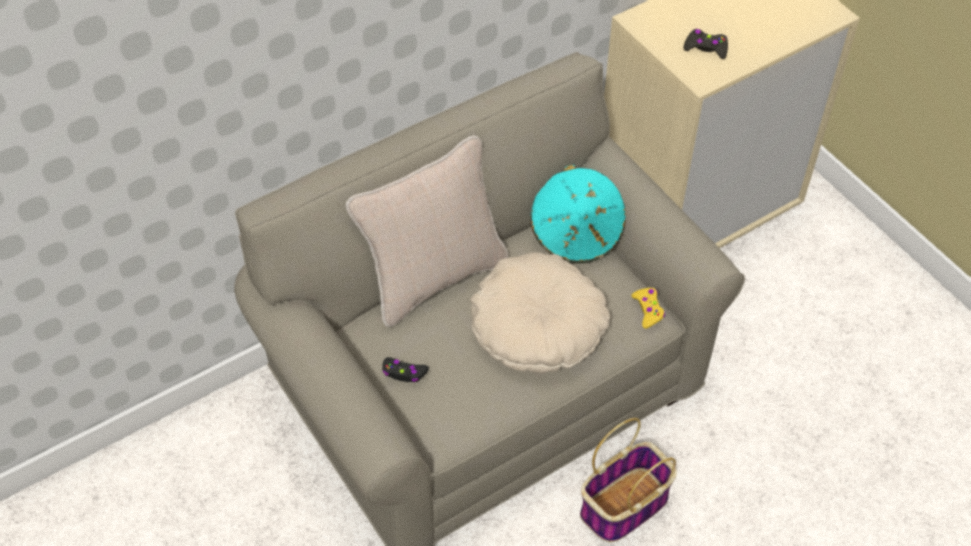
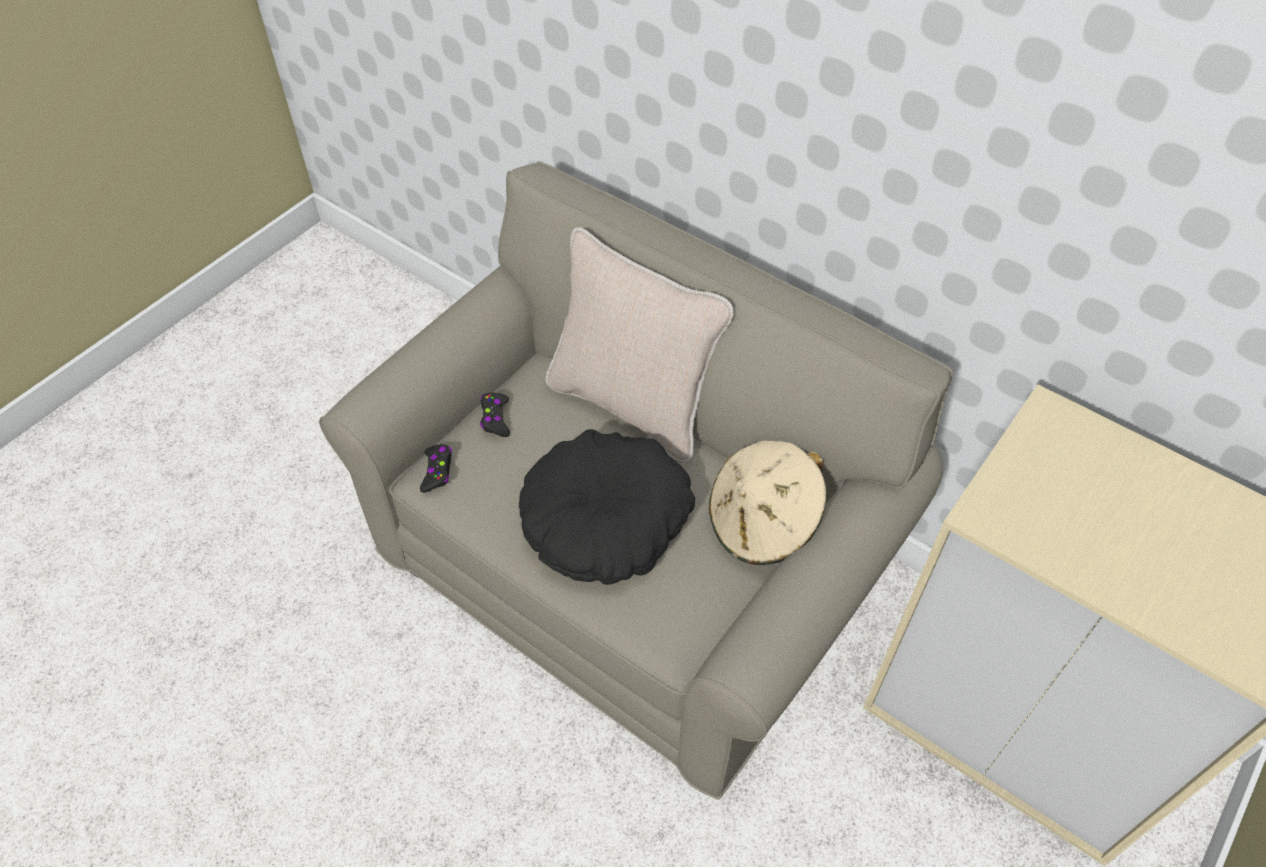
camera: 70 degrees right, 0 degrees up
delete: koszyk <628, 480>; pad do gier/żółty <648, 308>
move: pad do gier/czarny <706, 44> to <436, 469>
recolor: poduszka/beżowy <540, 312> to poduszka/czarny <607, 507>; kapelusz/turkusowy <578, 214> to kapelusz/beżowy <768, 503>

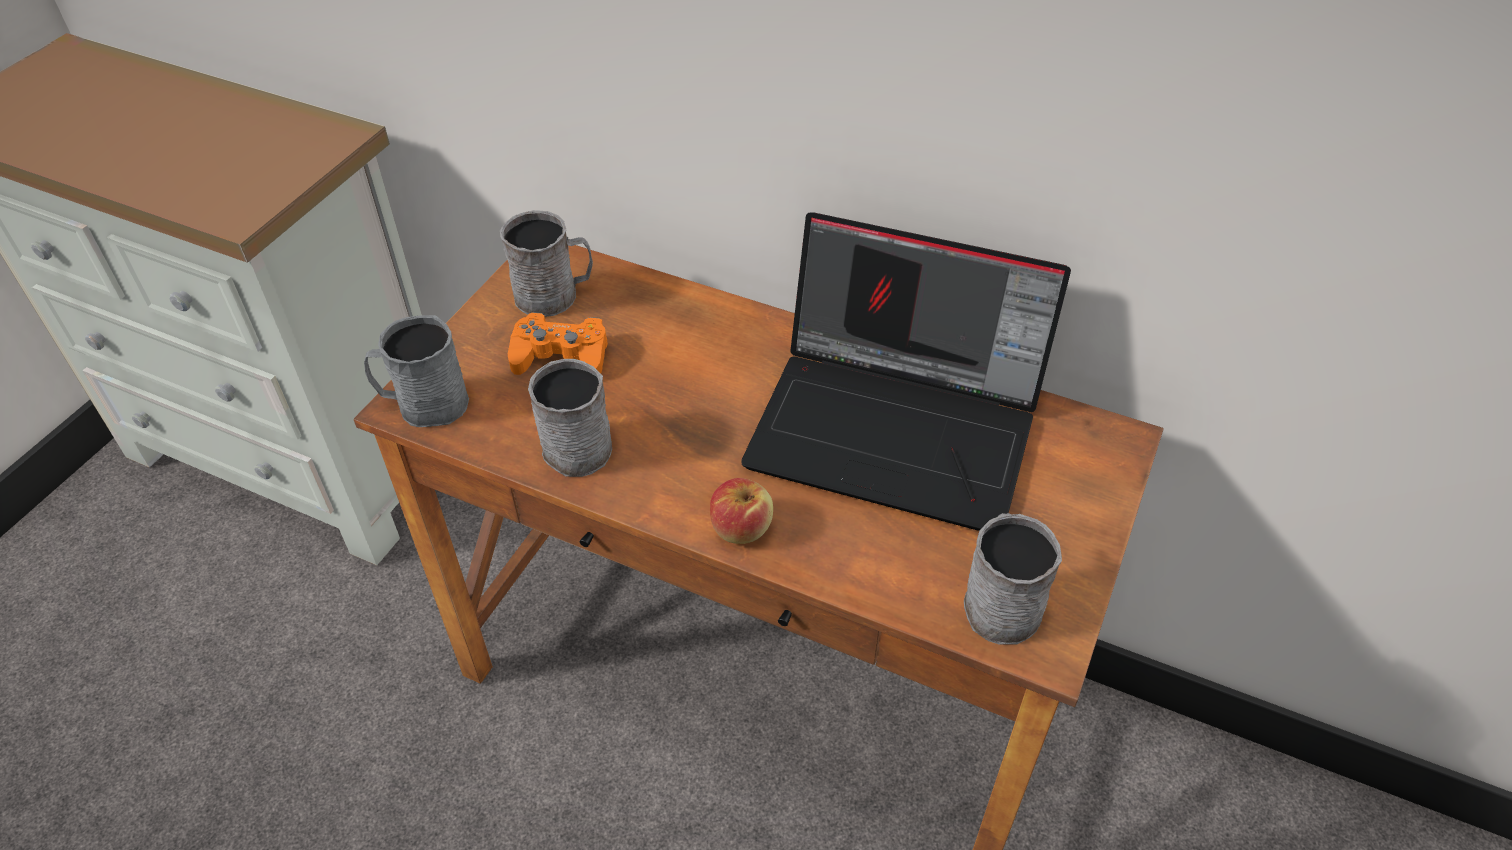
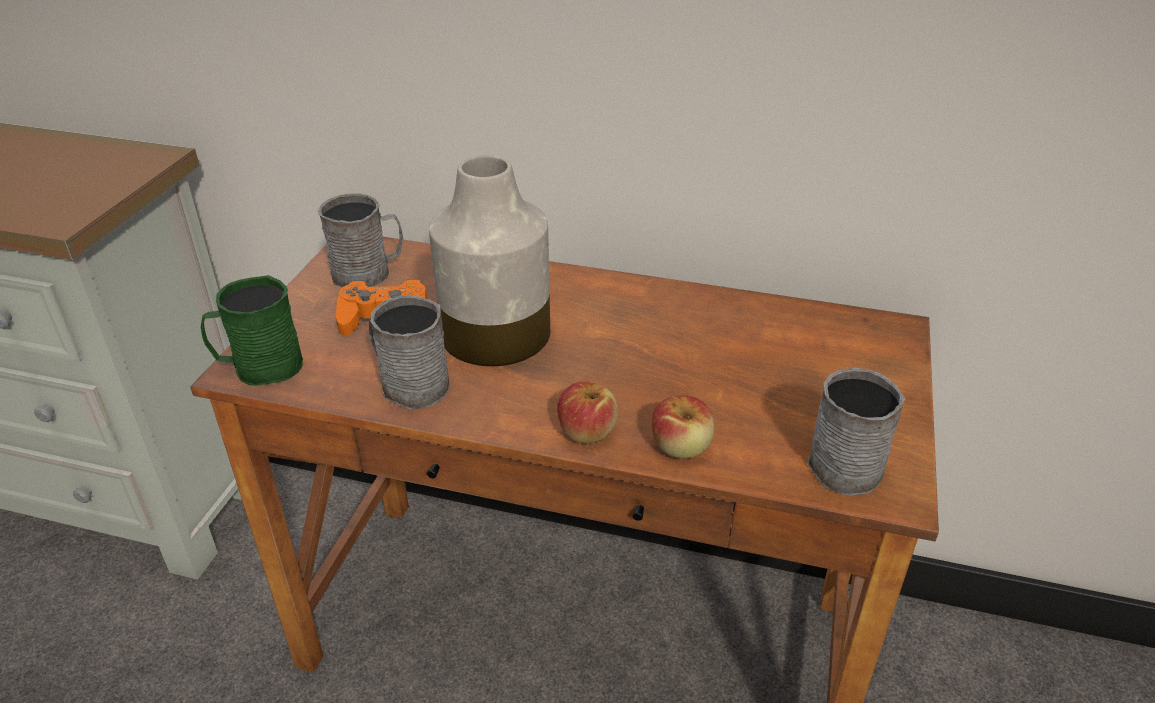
camera: 10 degrees left, 10 degrees down
delete: laptop <906, 371>
insert: wazon/beżowy <489, 260>; jabłko <683, 427>
recolor: kubek/szary <416, 371> to kubek/zielony <252, 330>

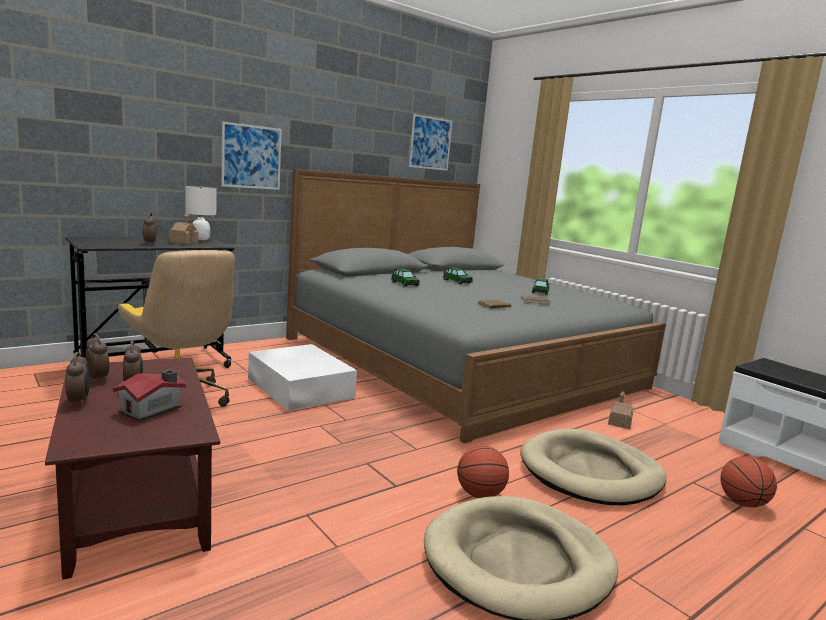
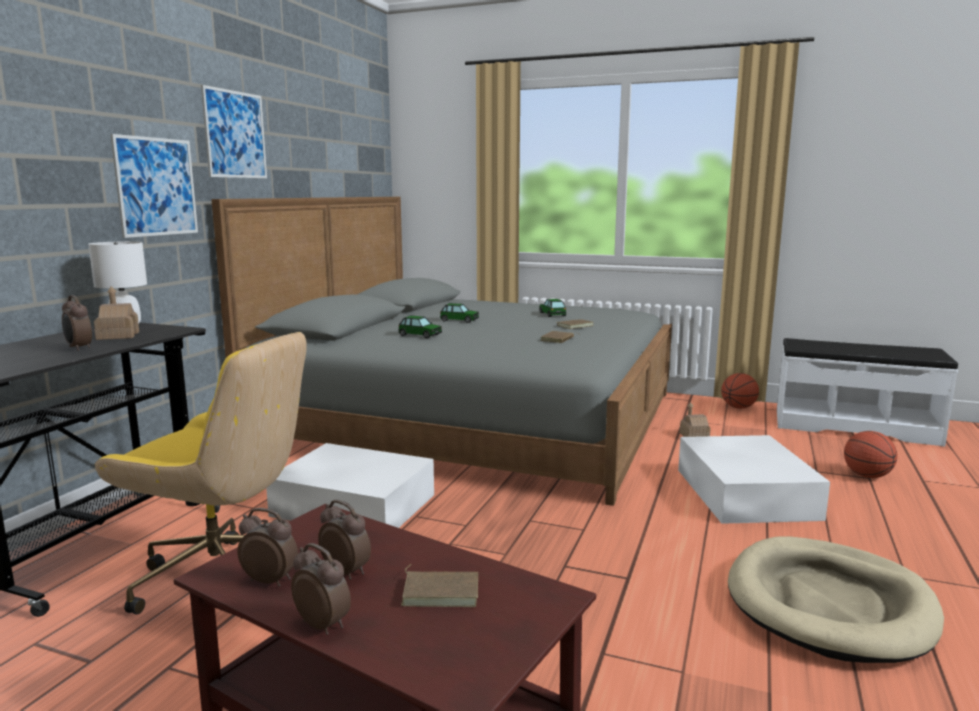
camera: 30 degrees left, 0 degrees up
move: obraz <430, 142> to <234, 131>; piłka do koszykówki <483, 471> to <740, 391>
replace: domek <149, 396> to książka/brązowy <439, 585>; legowisko/beżowy <593, 467> to pojemnik do przechowywania/biały <754, 479>

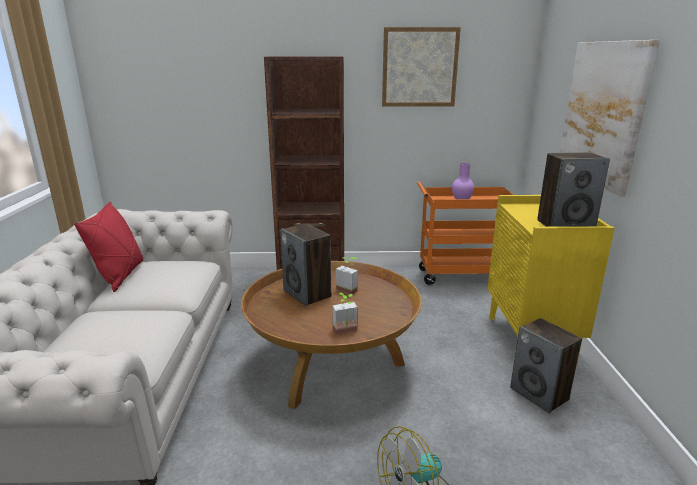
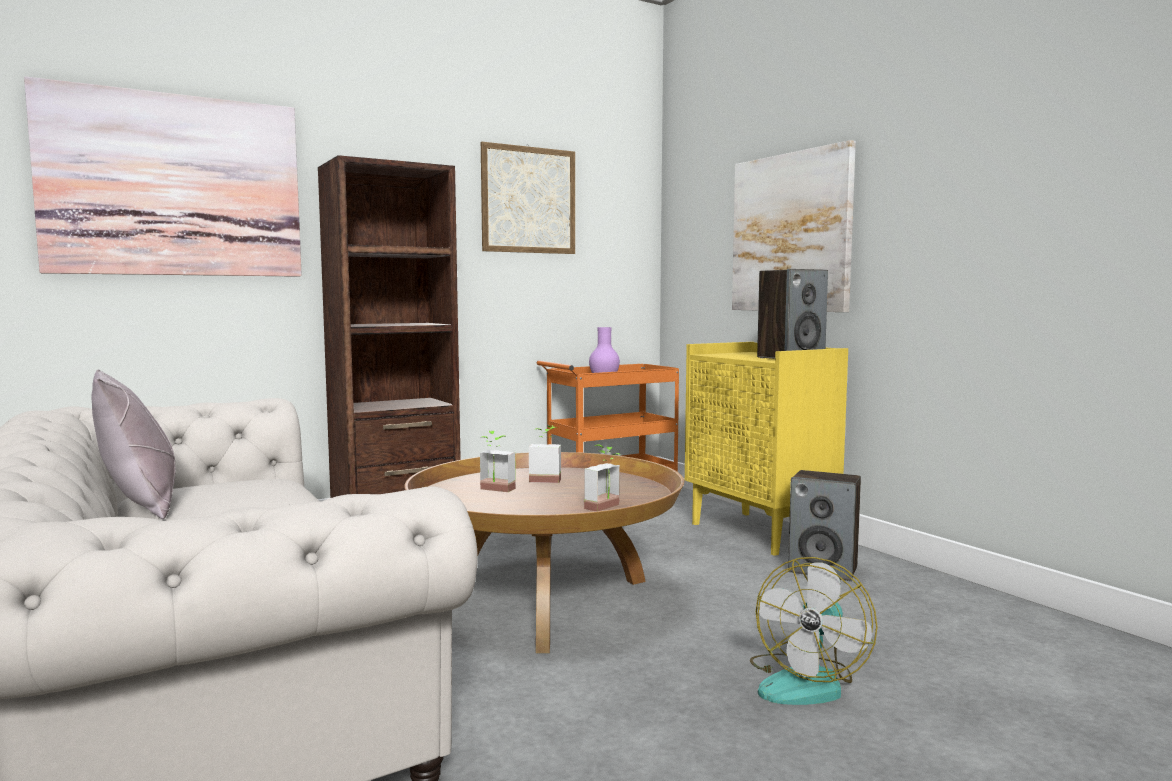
camera: 30 degrees left, 15 degrees down
insert: obraz <163, 176>
replace: głośnik <305, 264> to roślina doniczkowa <498, 461>
recolor: poduszka/czerwony <108, 247> to poduszka/fioletowy <134, 444>

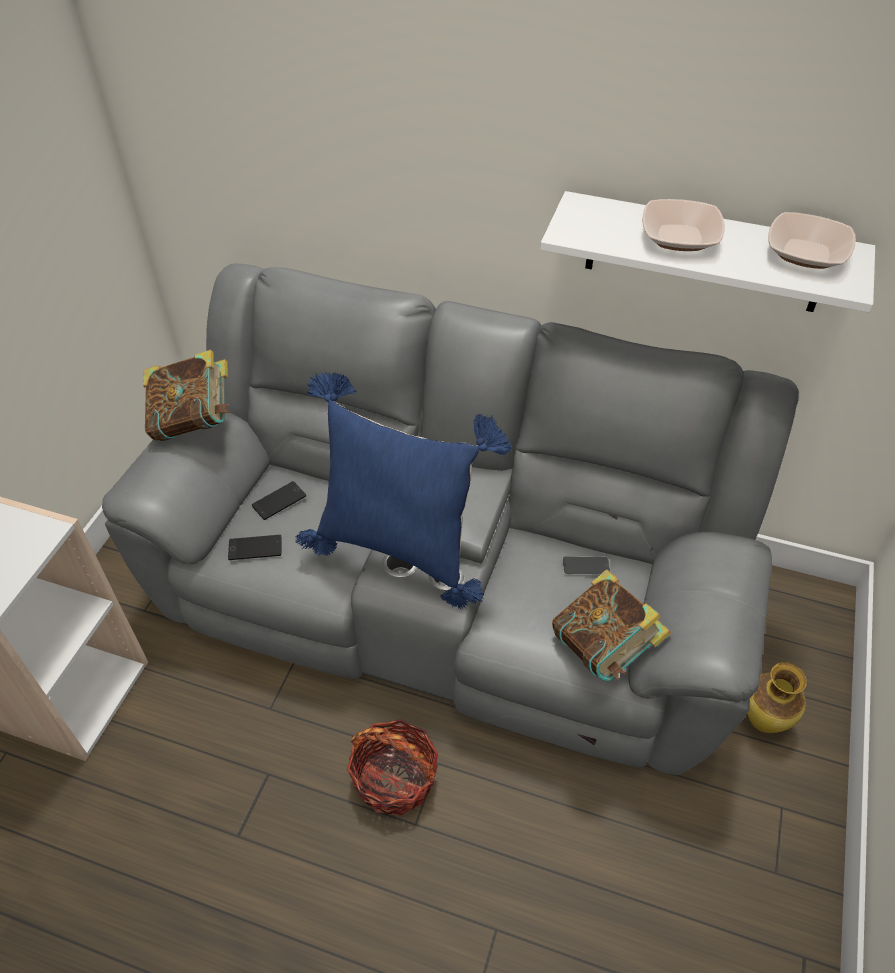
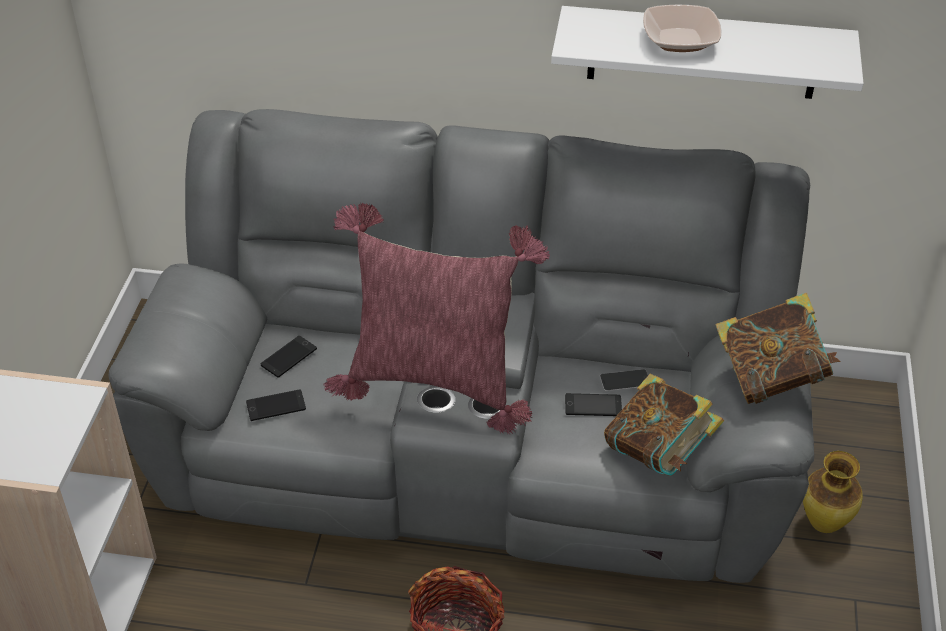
camera: 10 degrees left, 5 degrees down
delete: miska <812, 240>
insert: telefon <593, 404>
move: książka <186, 395> to <778, 348>
recolor: poduszka/niebieski <403, 490> to poduszka/czerwony <436, 318>

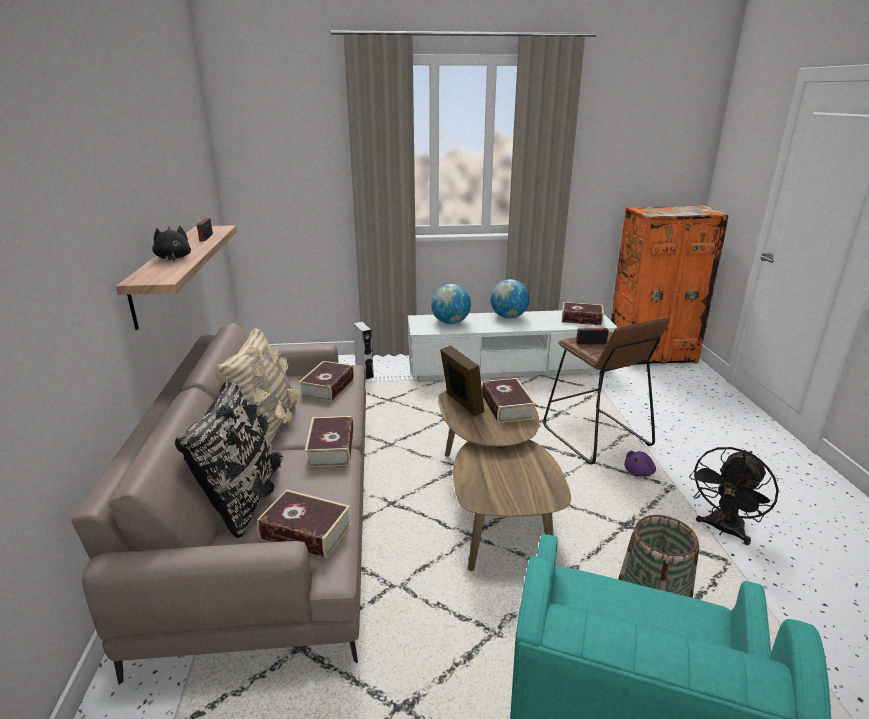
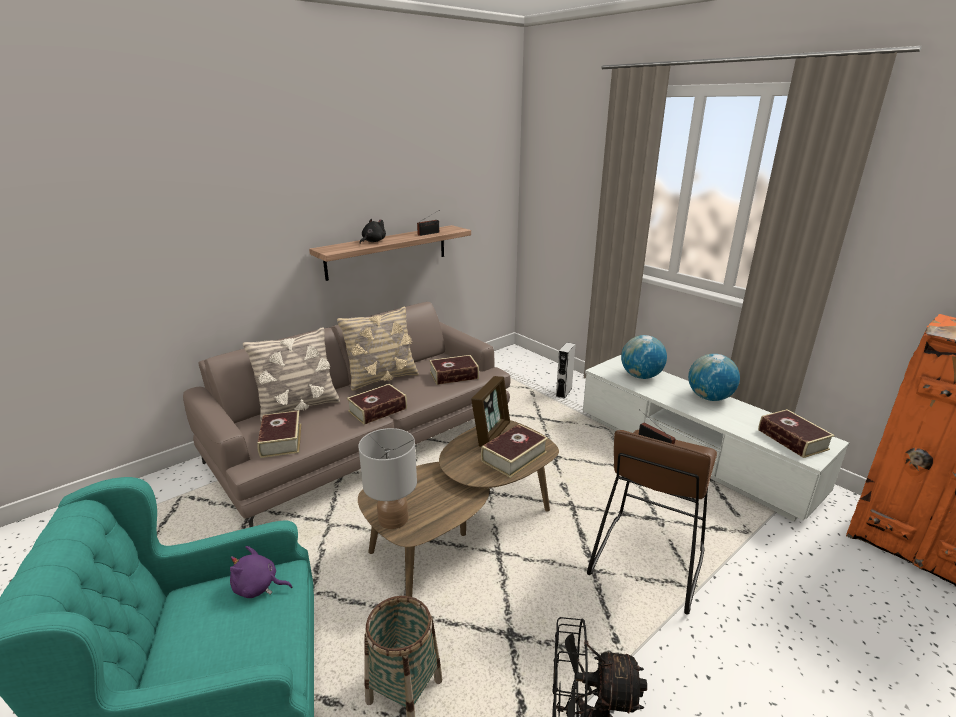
camera: 55 degrees right, 0 degrees up
insert: lampa stołowa/szary <387, 478>
move: pluszak/fioletowy <640, 464> to <261, 572>
recolor: poduszka/czarny <229, 459> to poduszka/beżowy <291, 374>

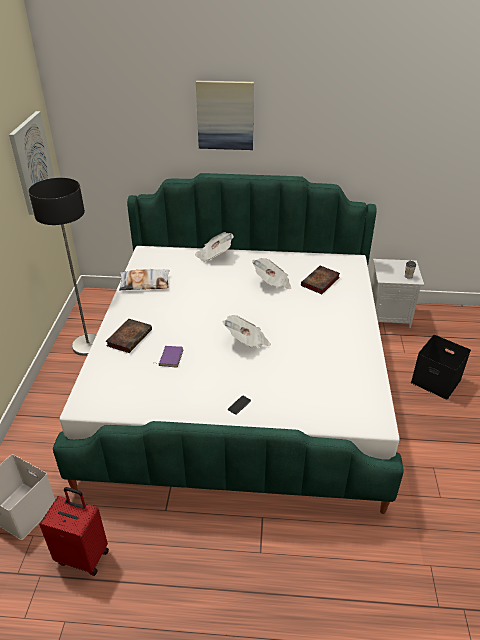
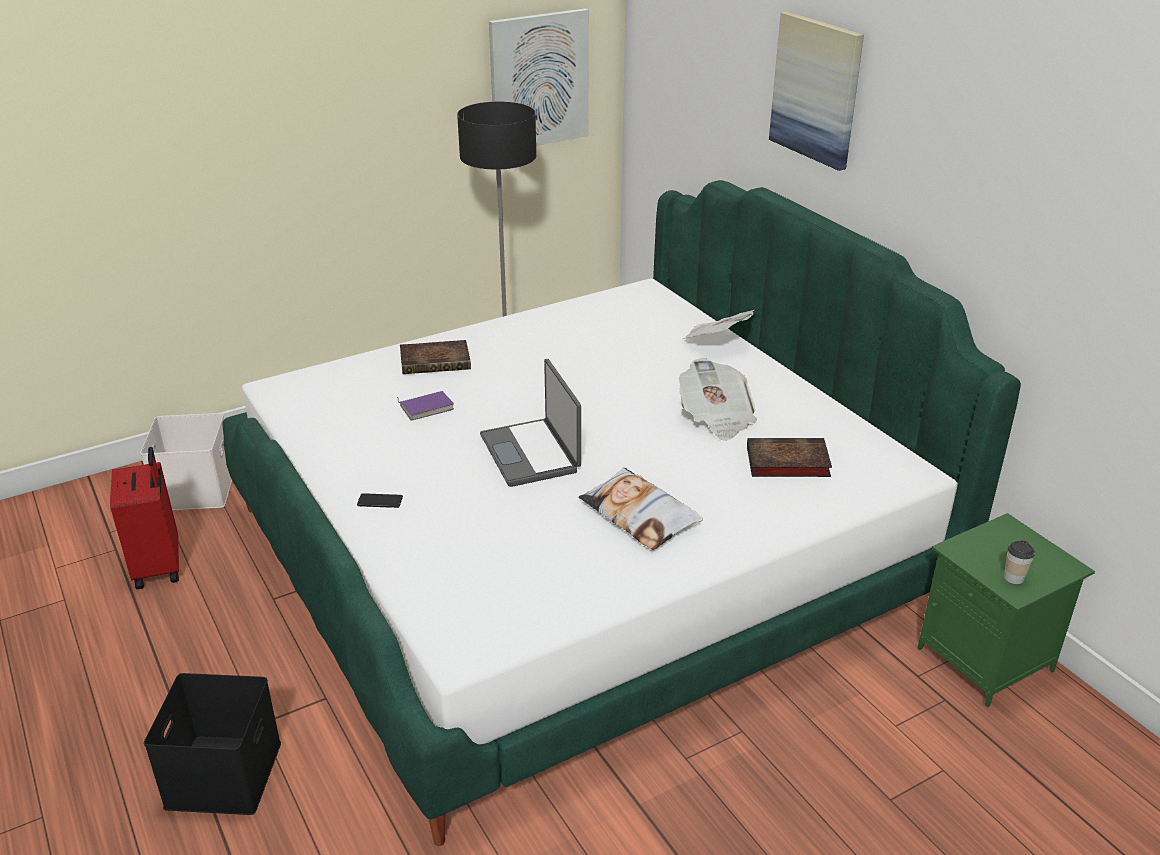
camera: 55 degrees right, 5 degrees down
move: pojemnik do przechowywania/czarny <441, 367> to <212, 744>; poduszka <144, 279> to <641, 508>
replace: gazeta <247, 331> to laptop <530, 423>
recolor: szafka nocna/szary <397, 293> to szafka nocna/zielony <1006, 610>

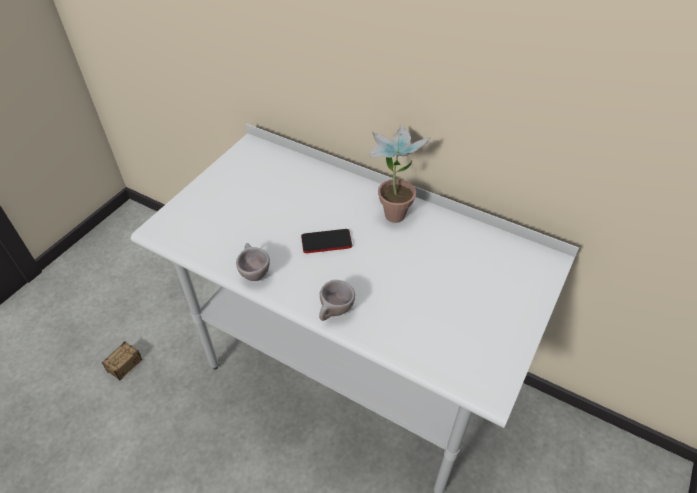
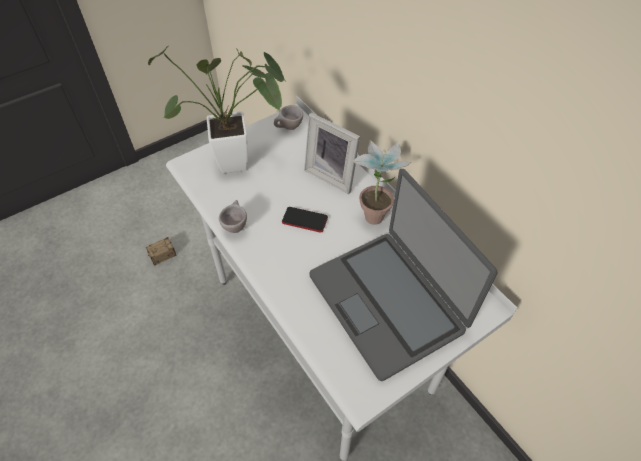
camera: 25 degrees right, 5 degrees up
insert: roślina doniczkowa <217, 109>; ramka na zdjęcie <332, 153>; laptop <403, 275>
move: filiżanka/beżowy <337, 300> to <288, 117>

